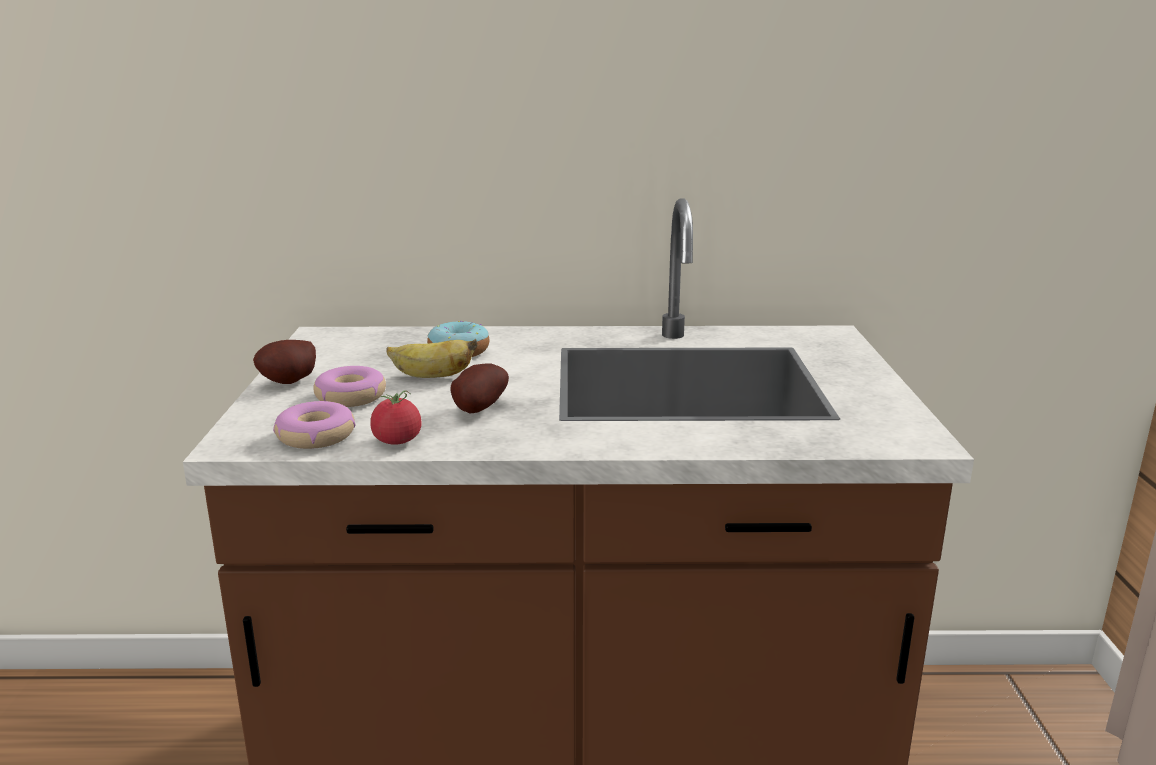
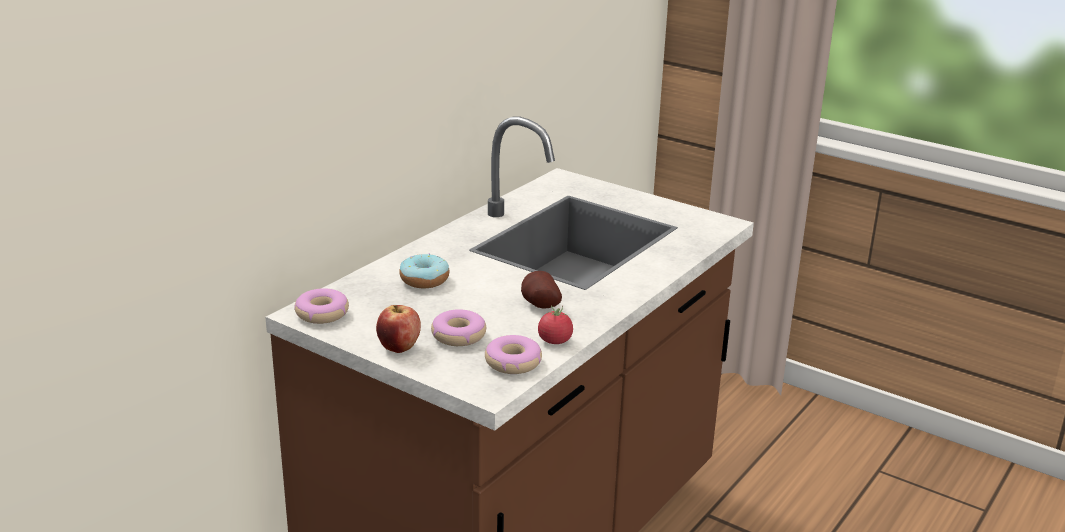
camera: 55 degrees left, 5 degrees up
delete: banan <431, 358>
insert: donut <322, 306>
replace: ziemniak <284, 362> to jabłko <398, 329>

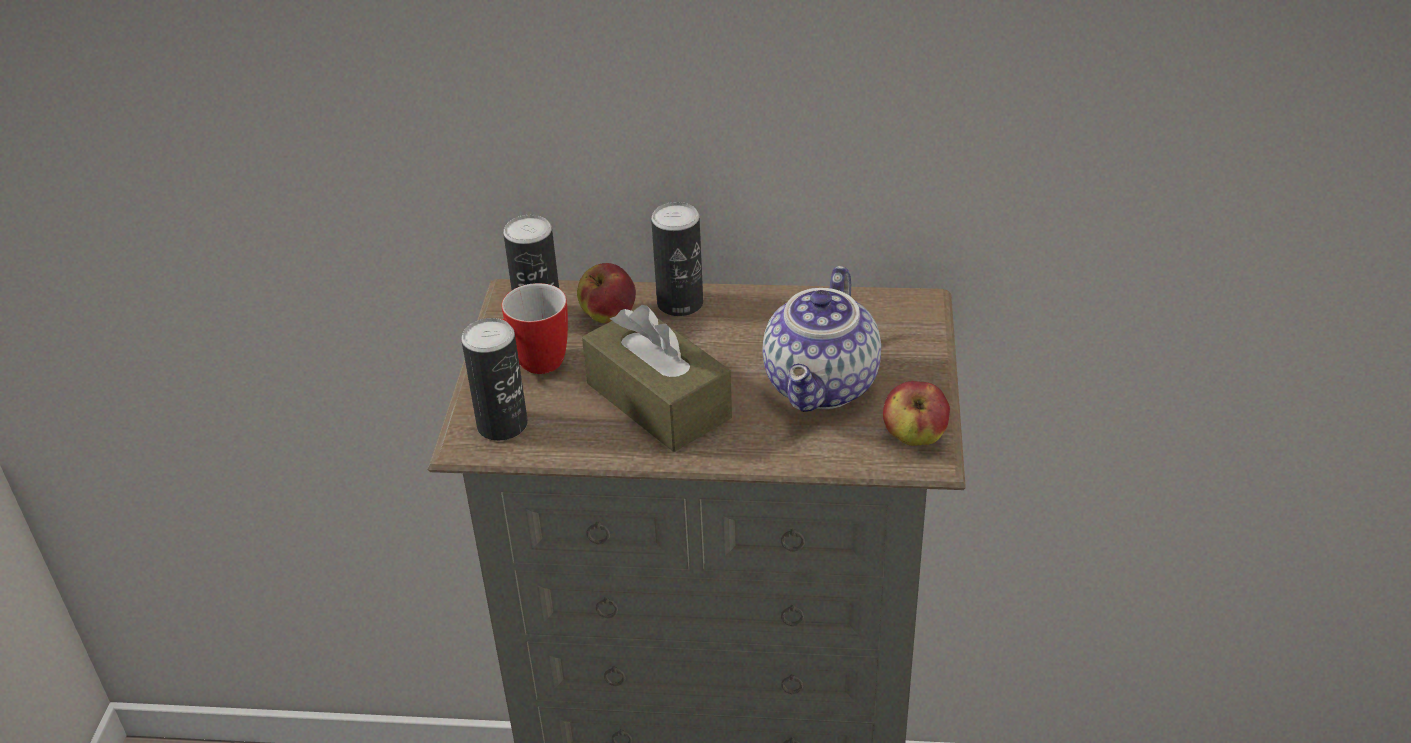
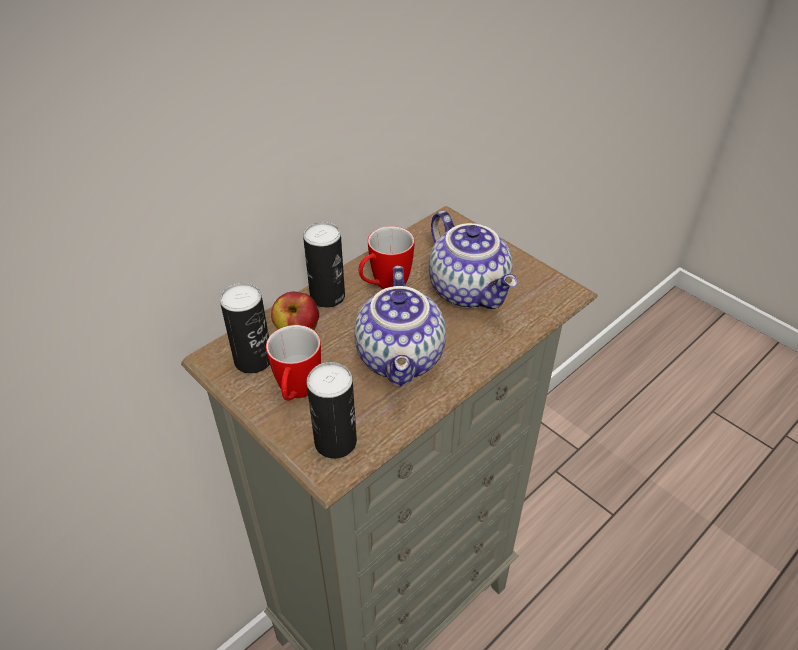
camera: 50 degrees left, 5 degrees up
delete: jabłko <916, 413>
insert: kubek <387, 257>
replace: pudełko chusteczek/brązowy <657, 378> to imbryk <400, 326>

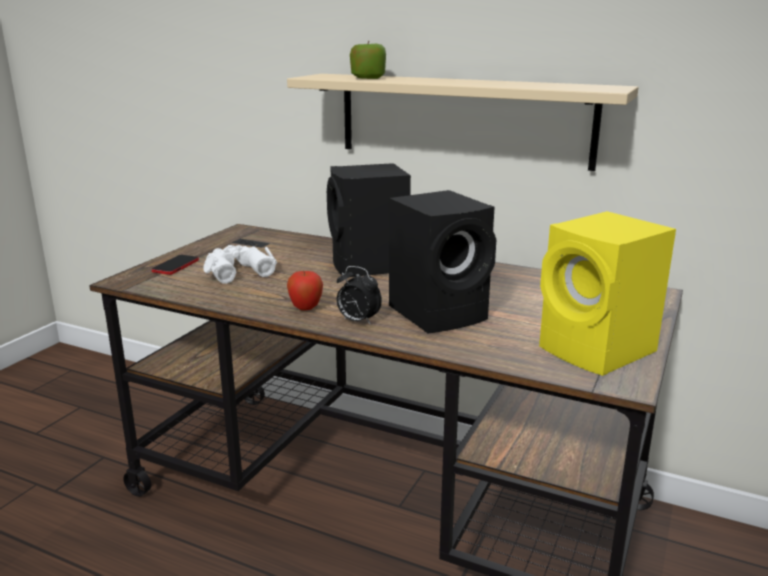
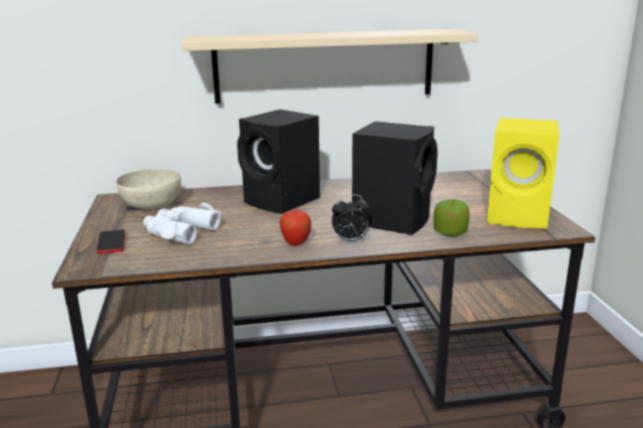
camera: 35 degrees left, 0 degrees up
insert: miska/beżowy <148, 189>
move: jabłko <368, 60> to <452, 218>

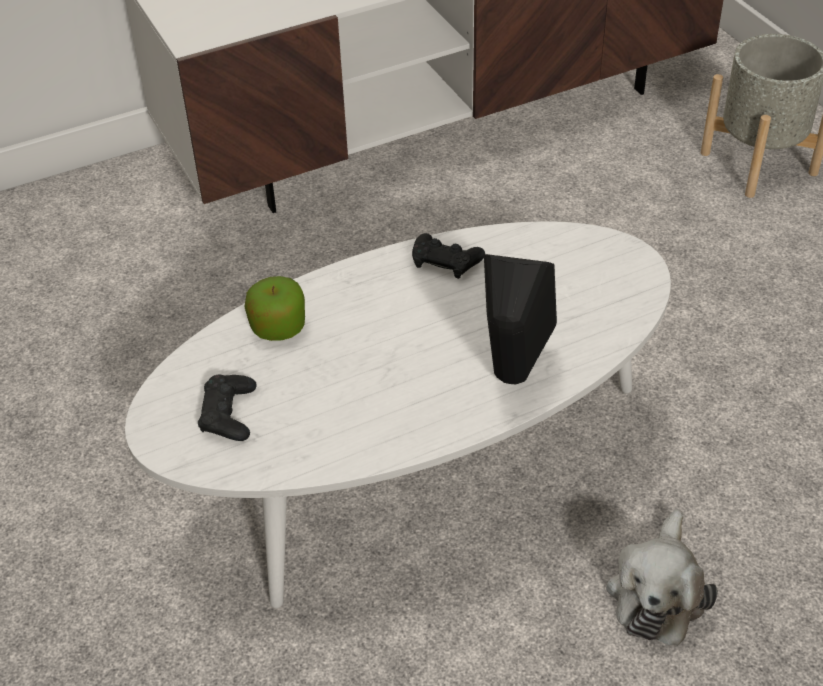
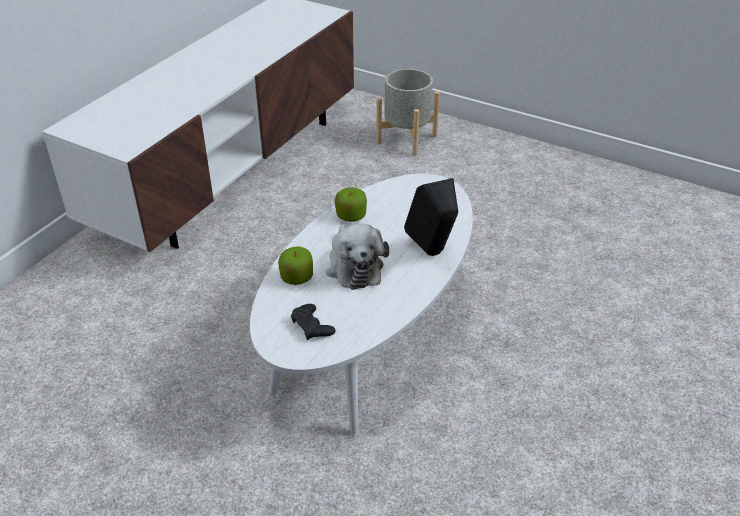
camera: 35 degrees left, 5 degrees down
move: pluszak <662, 577> to <357, 257>
replace: pad do gier/czarny <448, 256> to jabłko <350, 204>

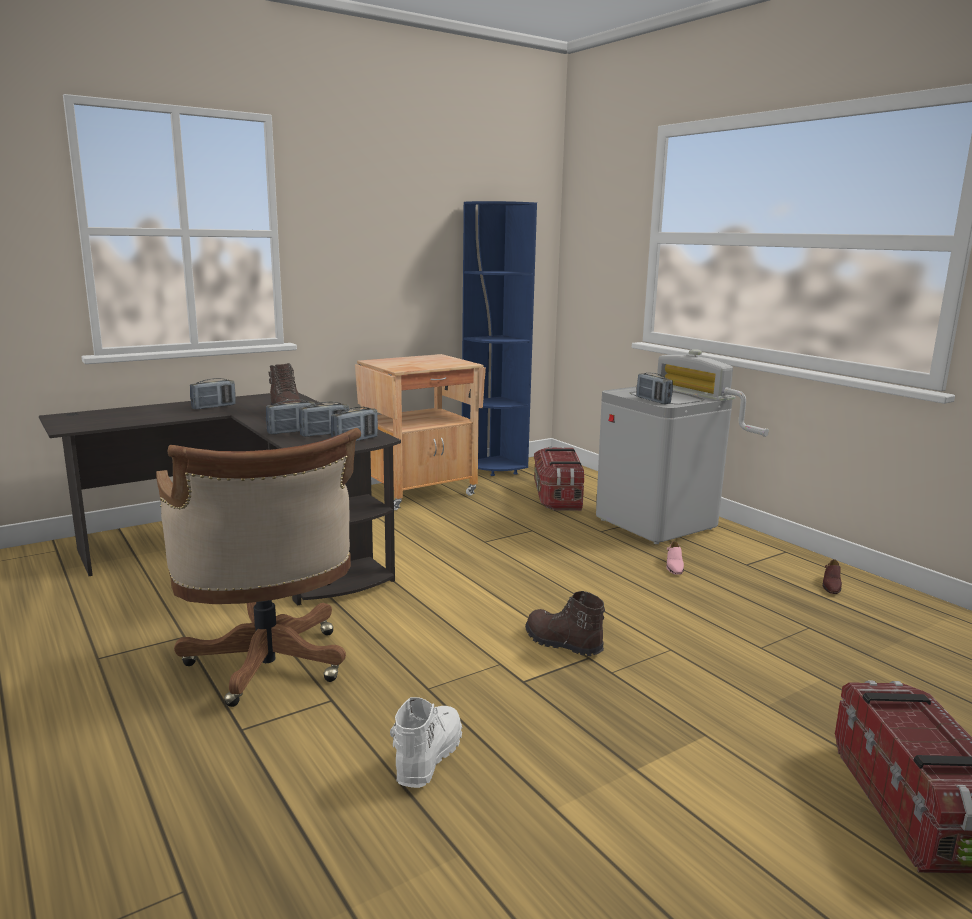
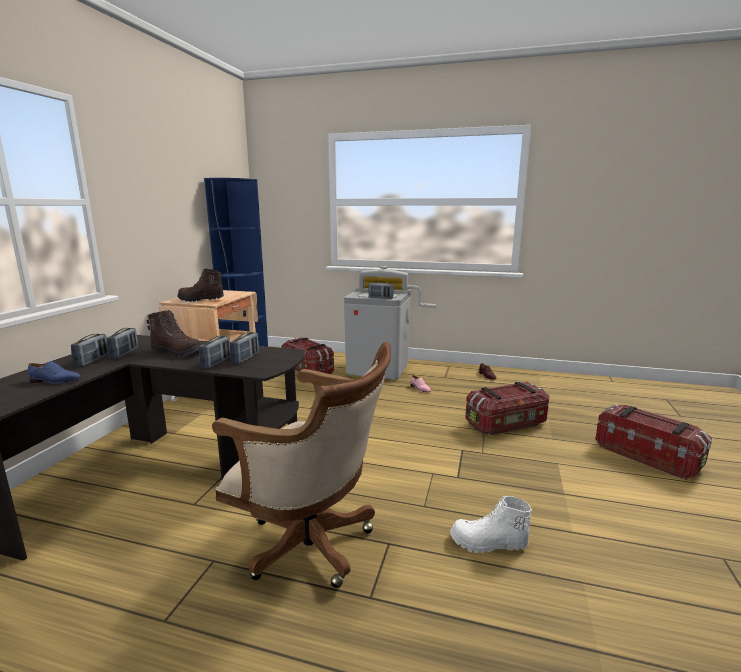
camera: 40 degrees left, 0 degrees up
insert: but/niebieski <54, 372>; pojemnik do przechowywania <507, 408>
move: radio <354, 424> to <122, 343>; but z cholewką/brązowy <565, 623> to <200, 285>
rotate: but z cholewką/biały <426, 742> = <491, 524> 60 degrees counterclockwise

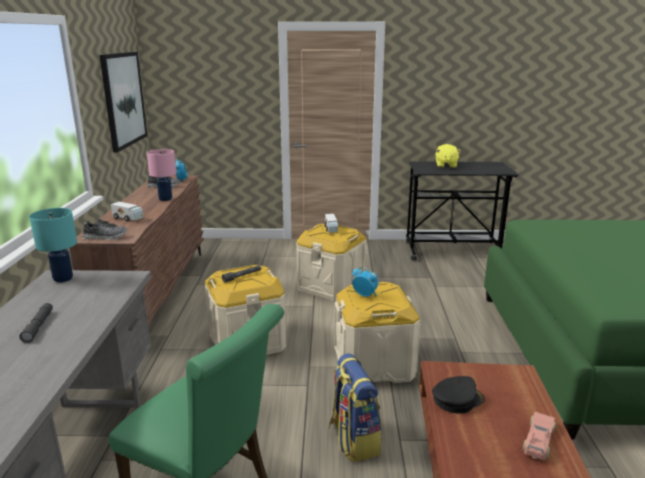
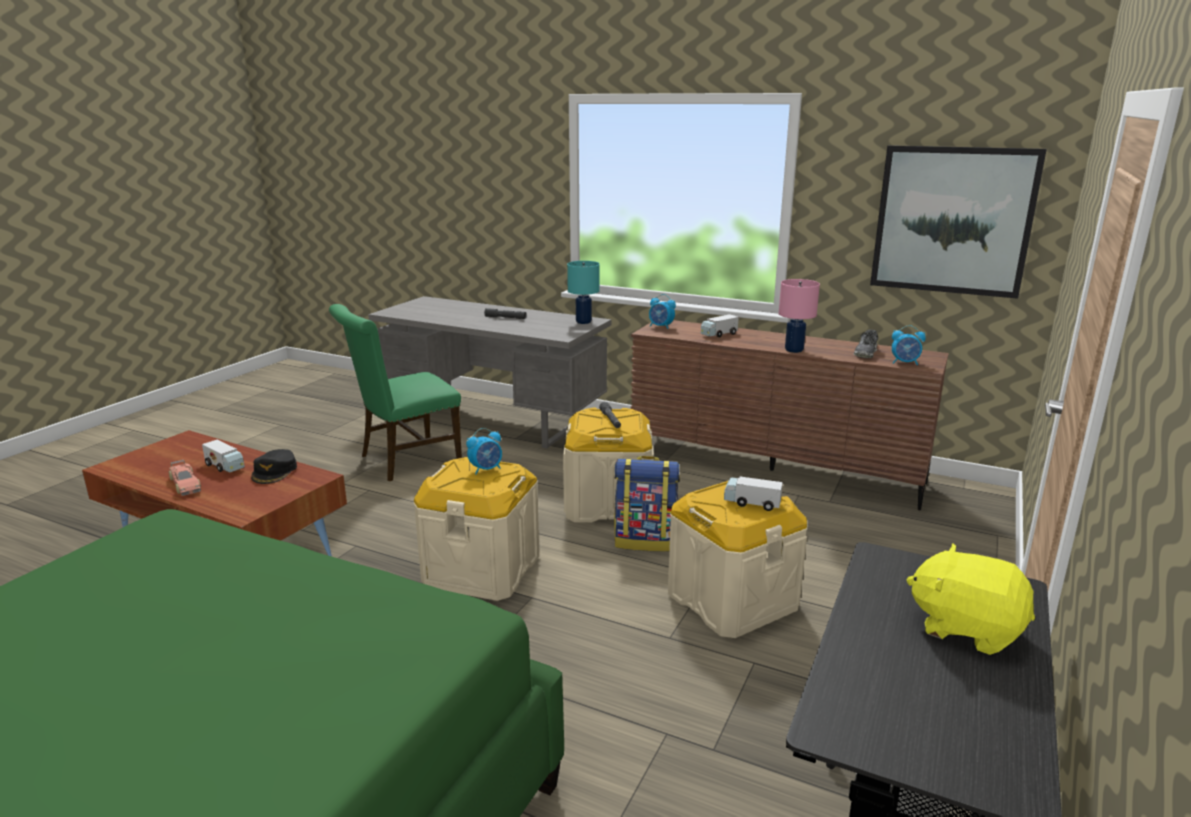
camera: 115 degrees right, 0 degrees up
insert: ciężarówka zabawkowa <223, 456>
move: plecak <355, 407> to <647, 504>
replace: but <104, 229> to budzik <662, 311>

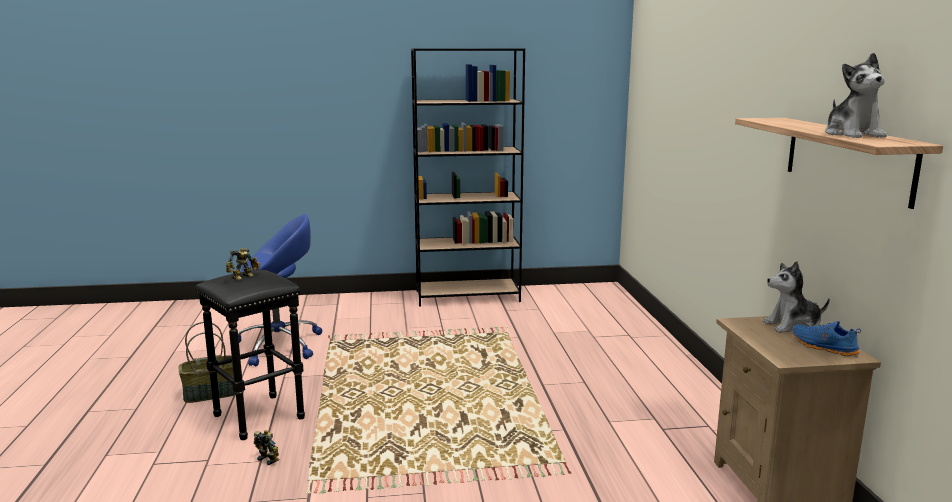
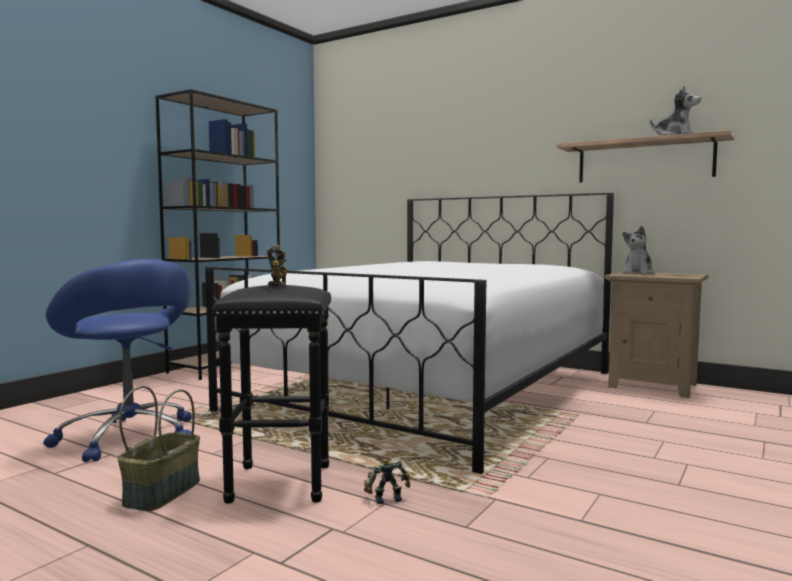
camera: 50 degrees left, 10 degrees down
delete: but/niebieski <826, 338>
insert: łóżko/biały <409, 333>
rotate: krzesło biurowe/niebieski <280, 290> = <117, 360> 105 degrees clockwise

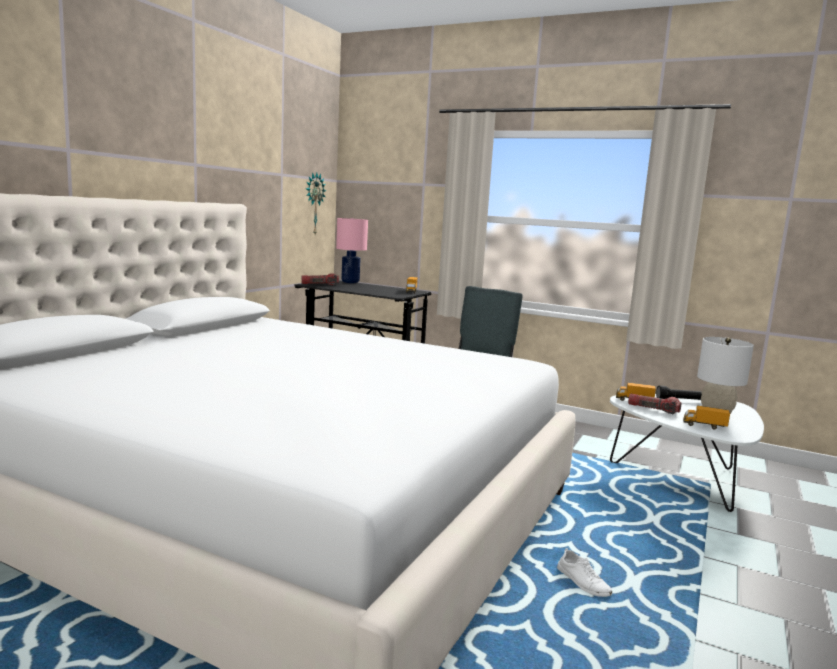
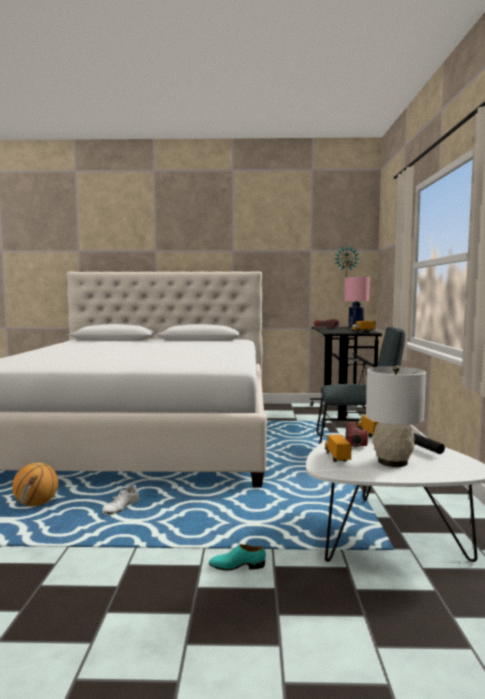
camera: 65 degrees right, 5 degrees down
insert: piłka do koszykówki <35, 485>; but/turkusowy <237, 557>

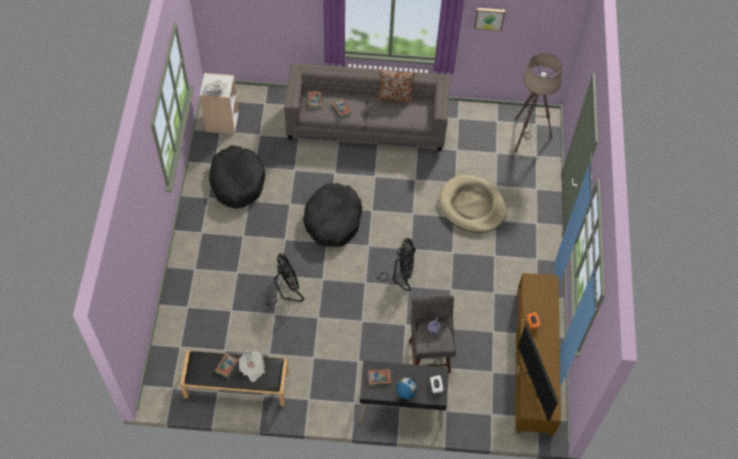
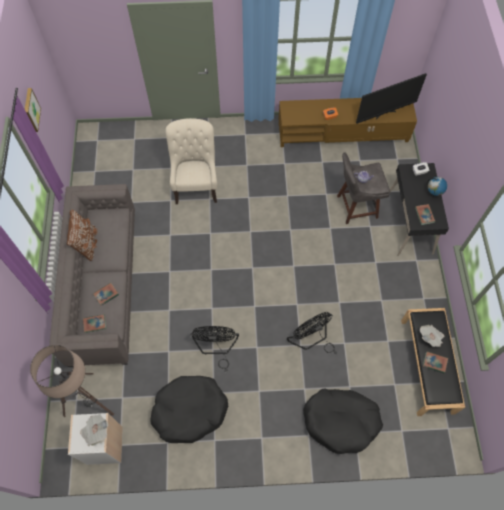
camera: 95 degrees left, 5 degrees up
move: lampa stojąca <538, 103> to <72, 381>; wentylator/czarny <396, 265> to <214, 349>; legowisko/czarny <332, 215> to <343, 421>
replace: legowisko/beżowy <473, 204> to fotel/beżowy <191, 161>

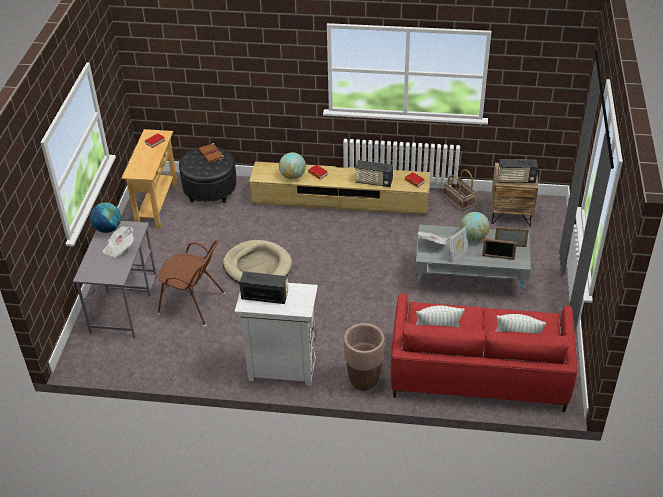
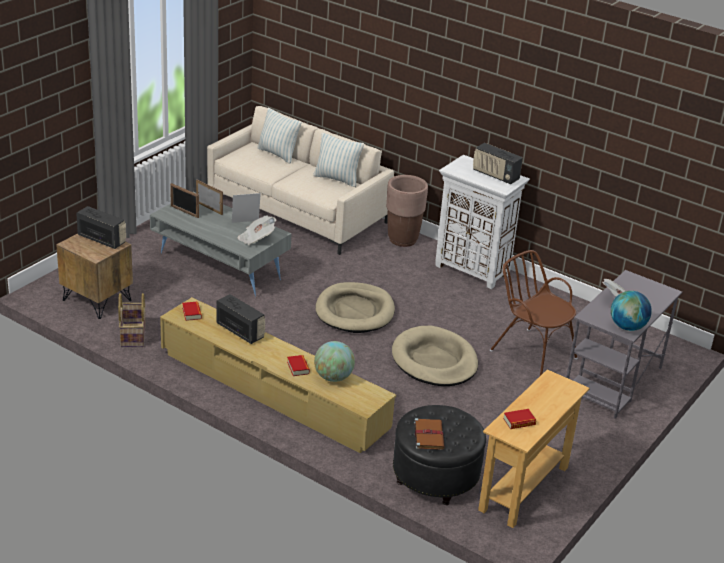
camera: 155 degrees left, 10 degrees down
delete: globus <475, 226>
insert: legowisko/beżowy <355, 307>
recolor: kanapa/czerwony <484, 353> to kanapa/beżowy <300, 180>

